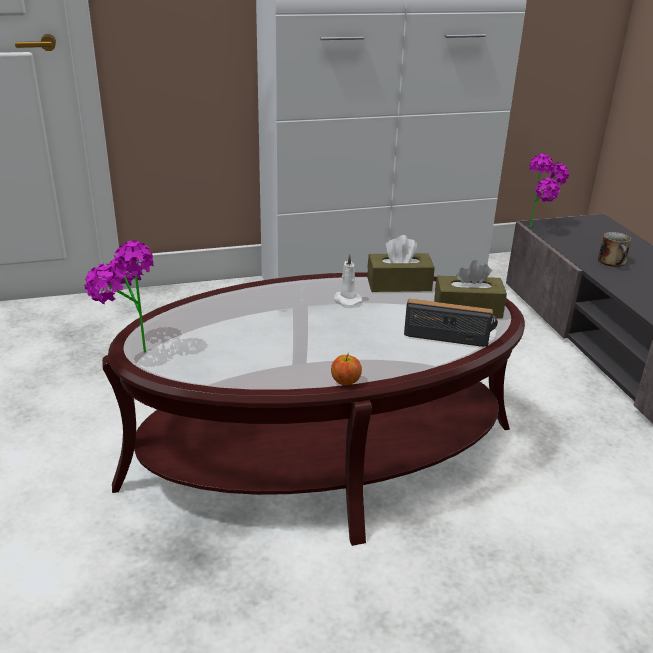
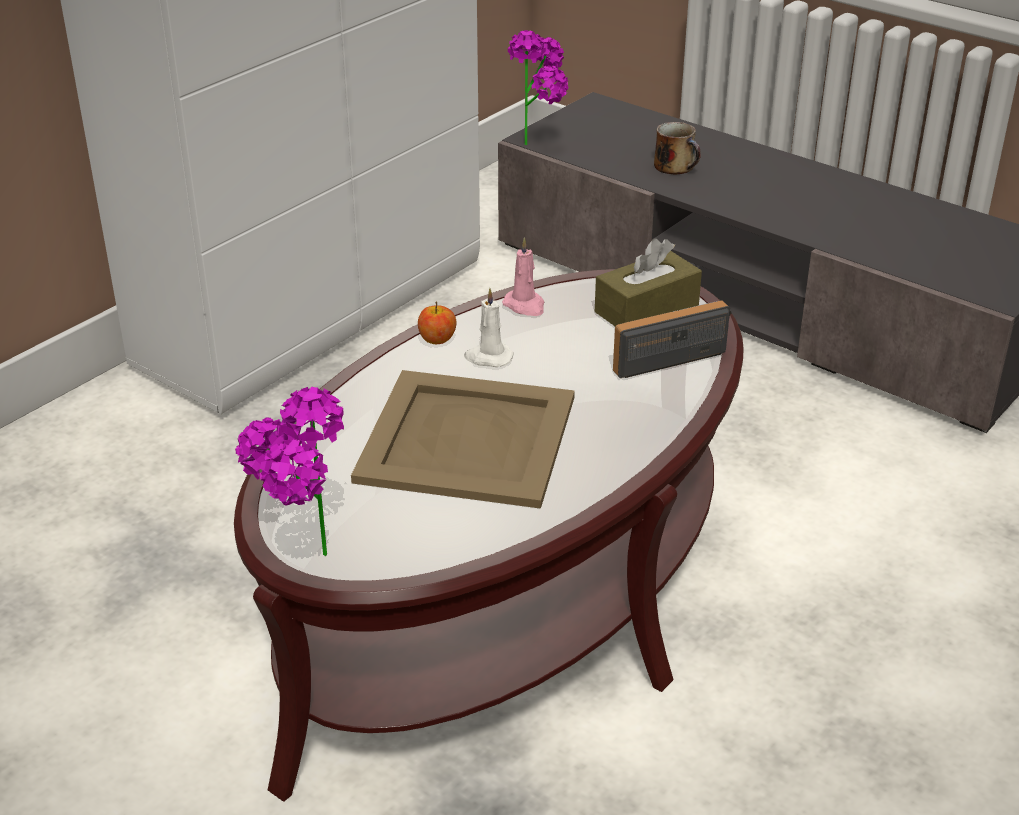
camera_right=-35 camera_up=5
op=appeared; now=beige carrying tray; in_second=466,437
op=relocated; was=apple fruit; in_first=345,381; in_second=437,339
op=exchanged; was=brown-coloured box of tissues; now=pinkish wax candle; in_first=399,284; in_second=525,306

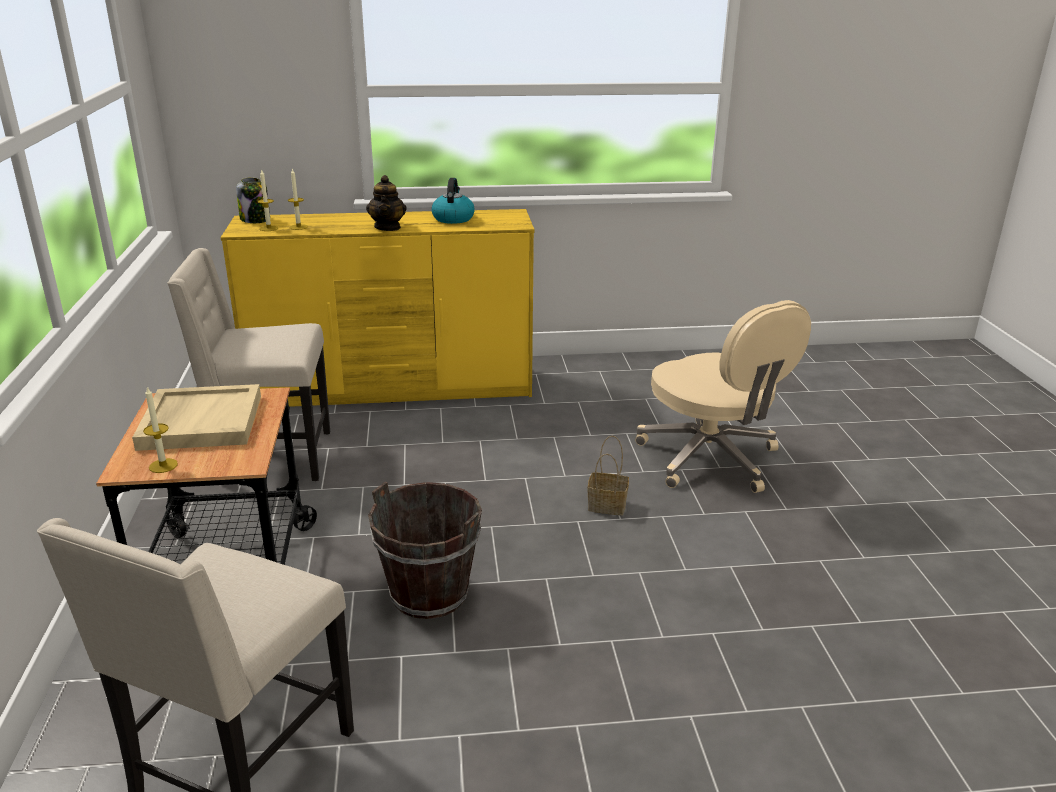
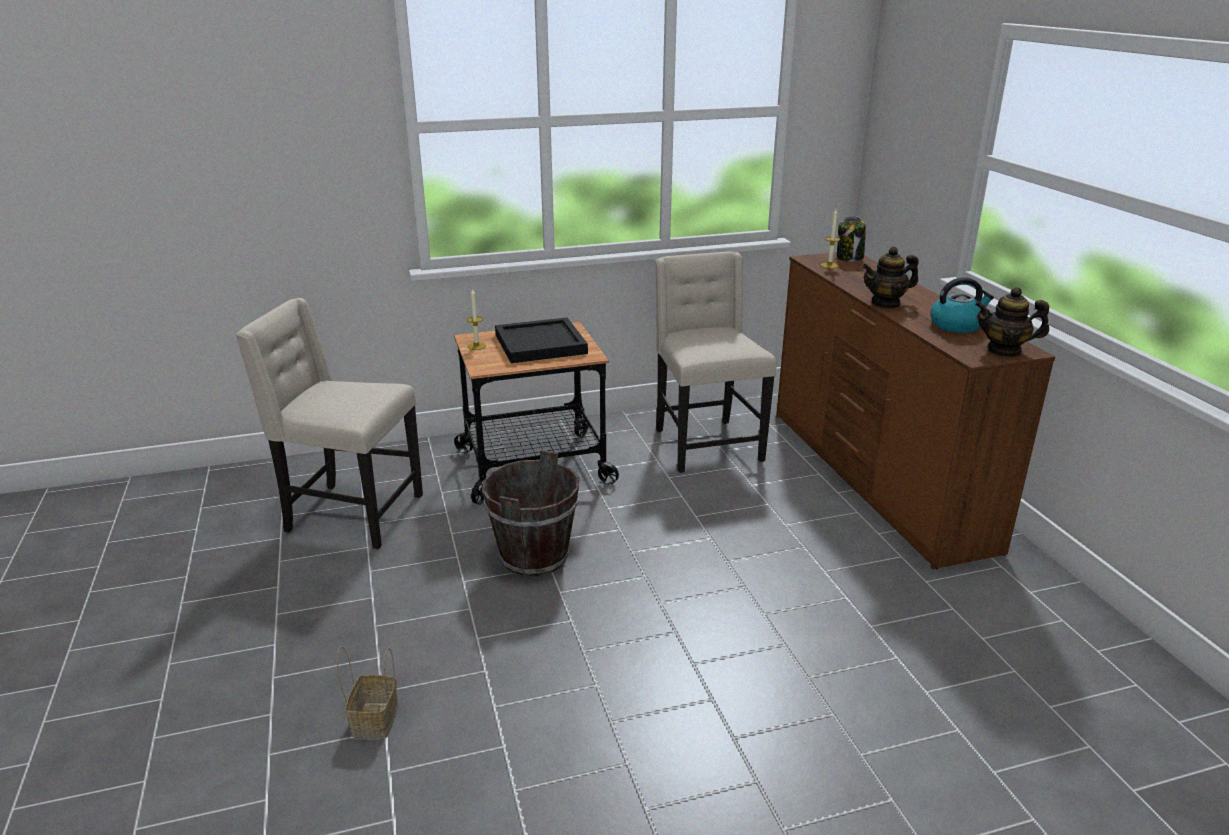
camera_right=80 camera_up=0
op=relocated; was=storage basket; in_first=605,506; in_second=374,719
op=colour; was=beige carrying tray; now=blackish carrying tray; in_first=200,421; in_second=541,344
op=colour; was=yellow drawer chest; now=brown-coloured drawer chest; in_first=393,389; in_second=875,478
op=appeared; now=pot for tea; in_second=1004,350
op=missing; was=wax candle; in_first=298,227
op=missing; was=beige desk chair; in_first=711,459

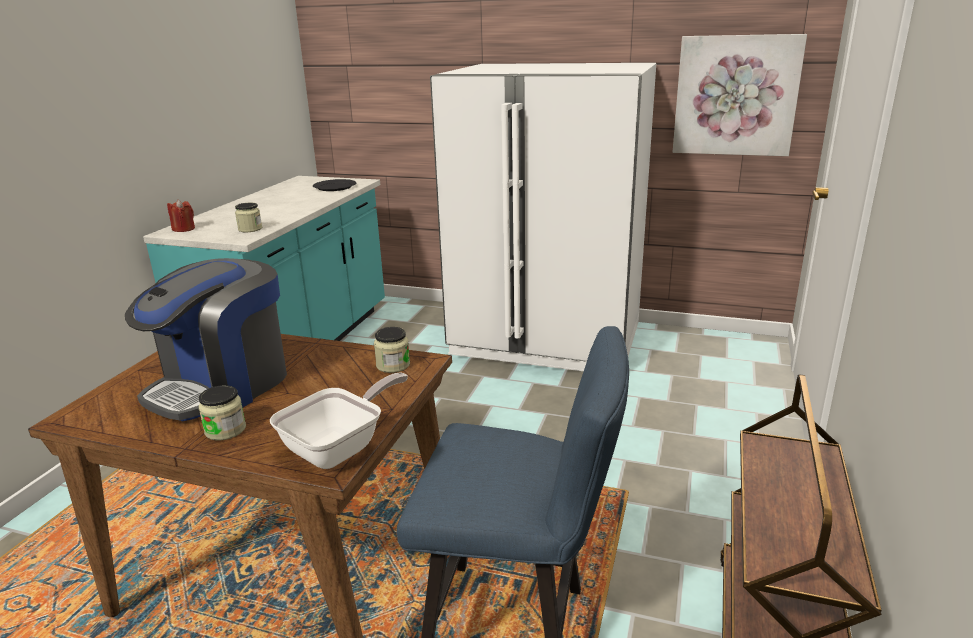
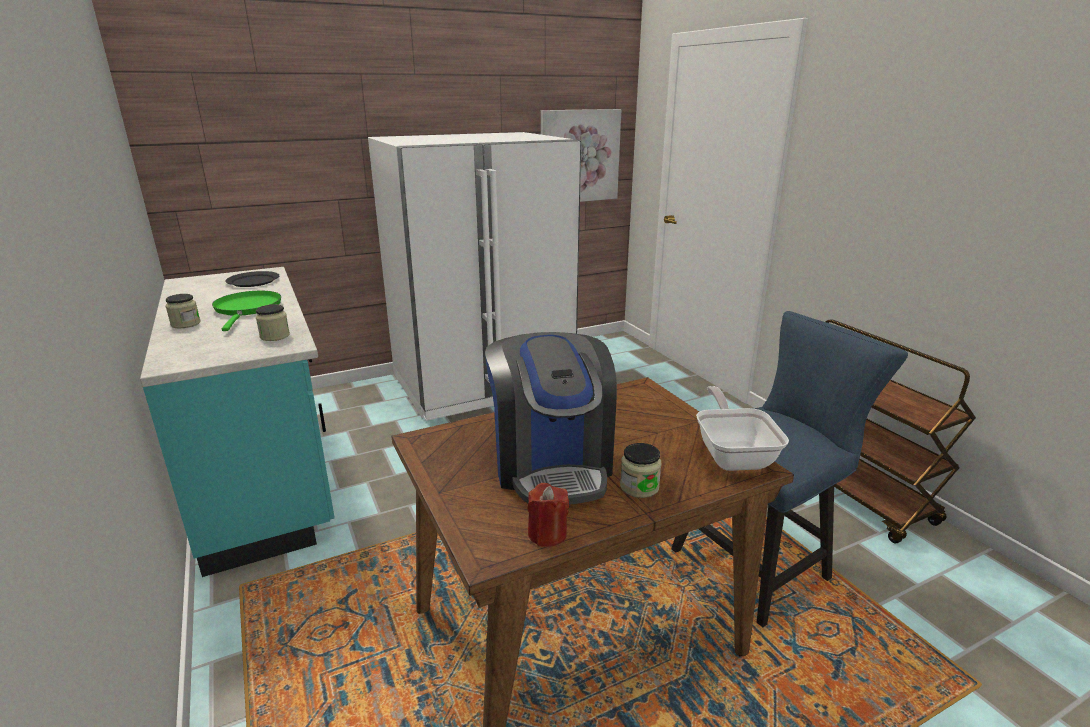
camera_right=-45 camera_up=0
op=relocated; was=storage jar; in_first=393,365; in_second=185,324
op=appeared; now=greenish frying pan; in_second=247,309
op=relocated; was=red-coloured wax candle; in_first=184,229; in_second=547,534

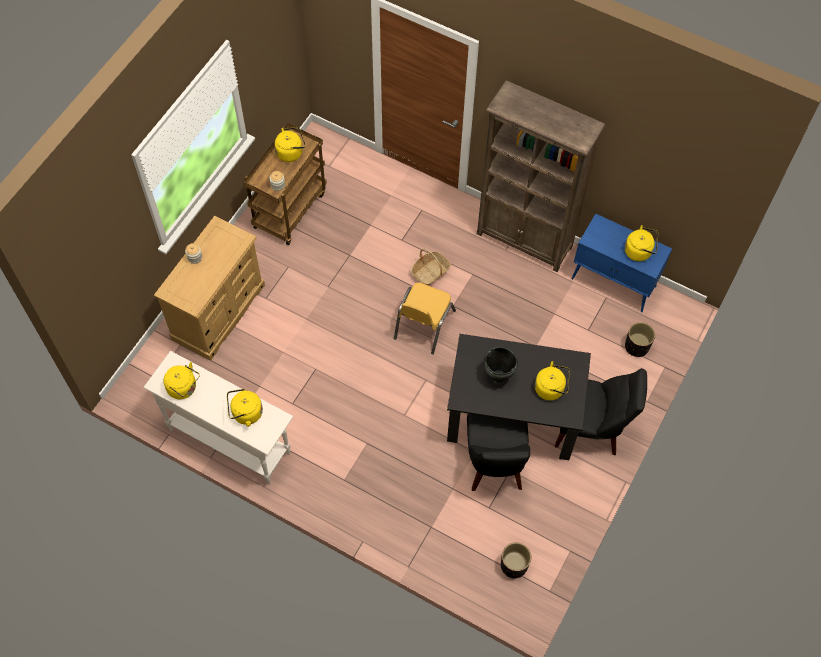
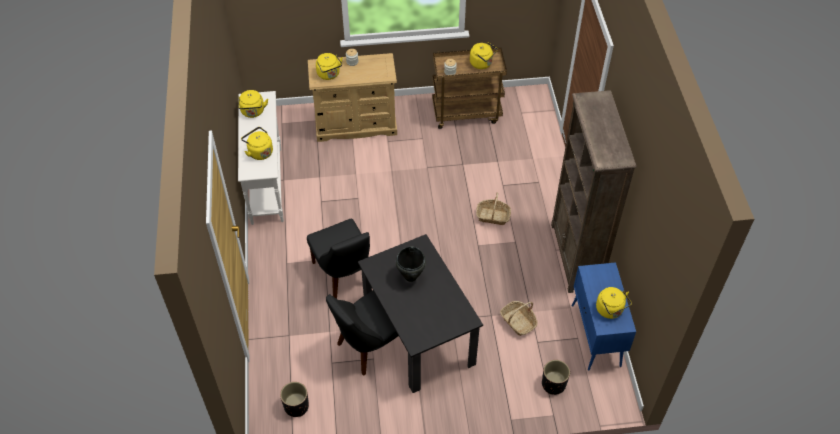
camera_right=55 camera_up=-10
op=relocated; was=blackish upright chair; in_first=591,429; in_second=344,275
op=relocated; was=yellow kettle; in_first=551,388; in_second=329,74
op=appeared; now=storage basket; in_second=518,322
op=missing; was=yellow upright chair; in_first=423,324

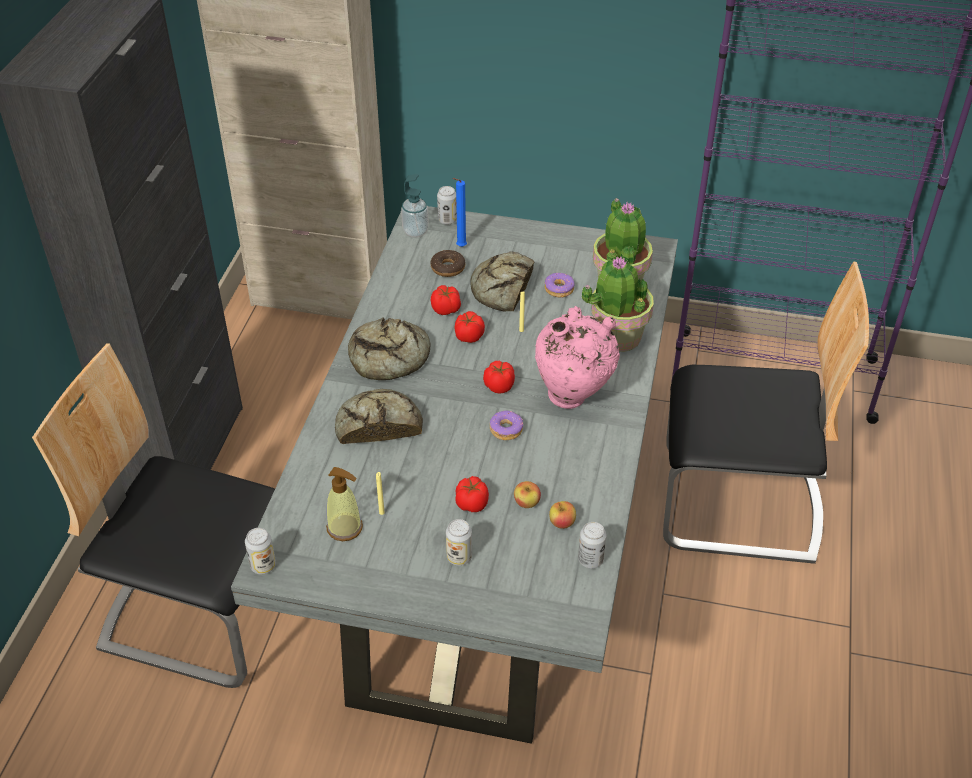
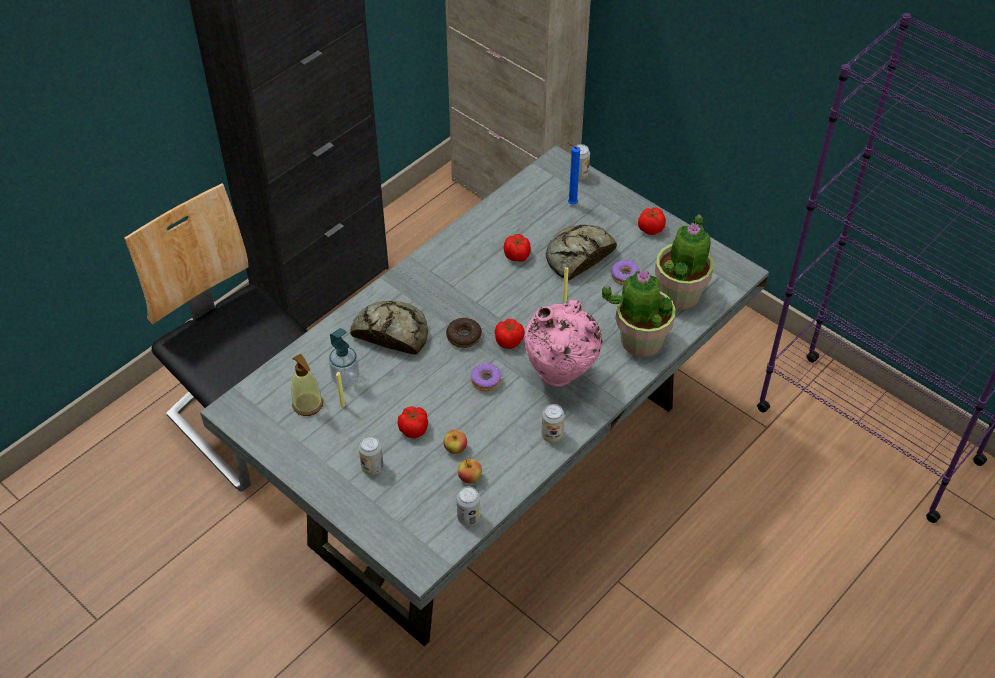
camera_right=30 camera_up=5
op=relocated; was=soap bottle; in_first=415,231; in_second=346,378
op=relocated; was=ring doughnut; in_first=448,268; in_second=464,336
op=relocated; was=metal can; in_first=263,566; in_second=552,435
op=relocated; was=whole tomato; in_first=468,337; in_second=650,229
op=missing; was=bakery bread; in_first=389,358
op=missing; was=upright chair; in_first=738,505

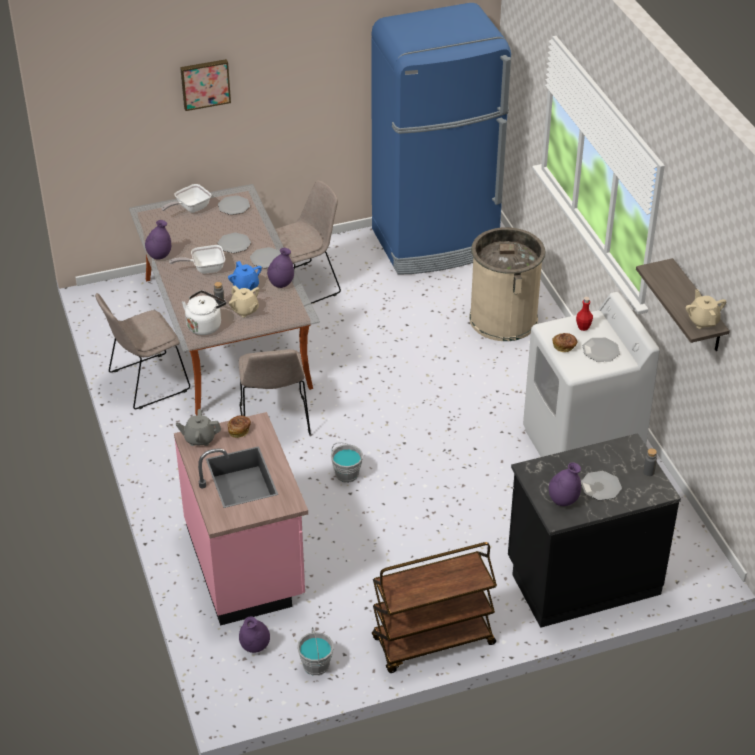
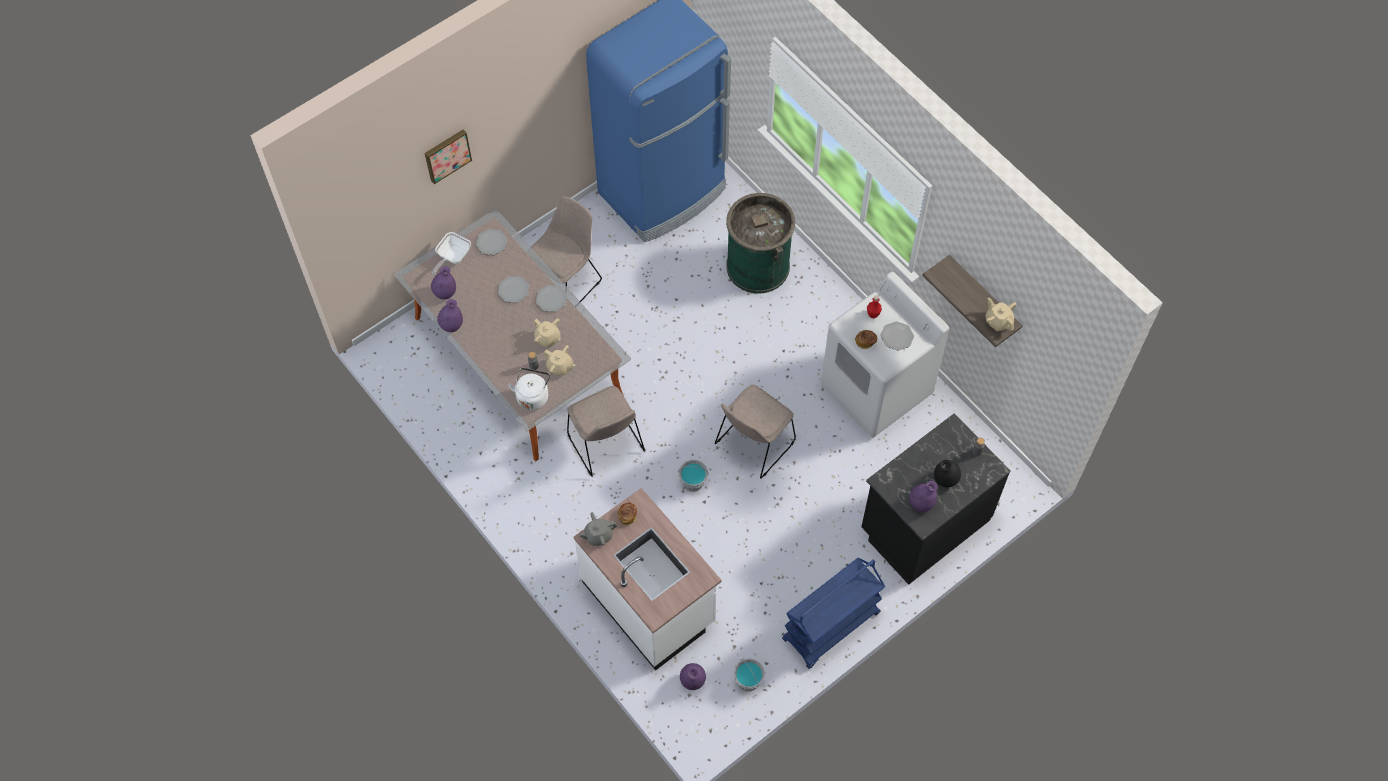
camera_right=-20 camera_up=20
op=relocated; was=purple flower vase; in_first=281,284; in_second=445,293
op=colour; was=blue-coloured pot for tea; now=beige pot for tea; in_first=245,286; in_second=548,338
op=colour; was=pinkish counter; now=white counter; in_first=246,563; in_second=649,602
op=relocated; was=beige upright chair; in_first=146,382; in_second=753,444
op=colour; was=beige rubbish bin; now=greenish rubbish bin; in_first=503,319; in_second=758,266
op=colour; was=brown-coloured wheeled cart; now=blue-coloured wheeled cart; in_first=432,642; in_second=831,627
op=exchanged; was=flat dish; now=blackish flower vase; in_first=600,486; in_second=945,479
op=missing; was=frying pan; in_first=204,268

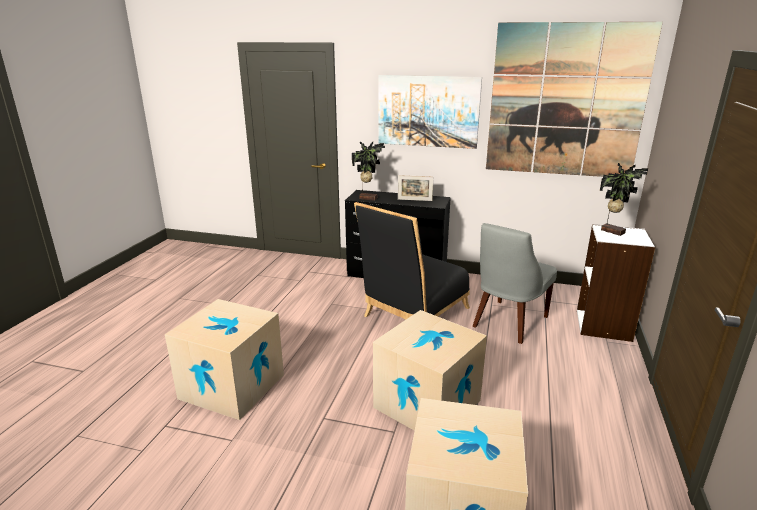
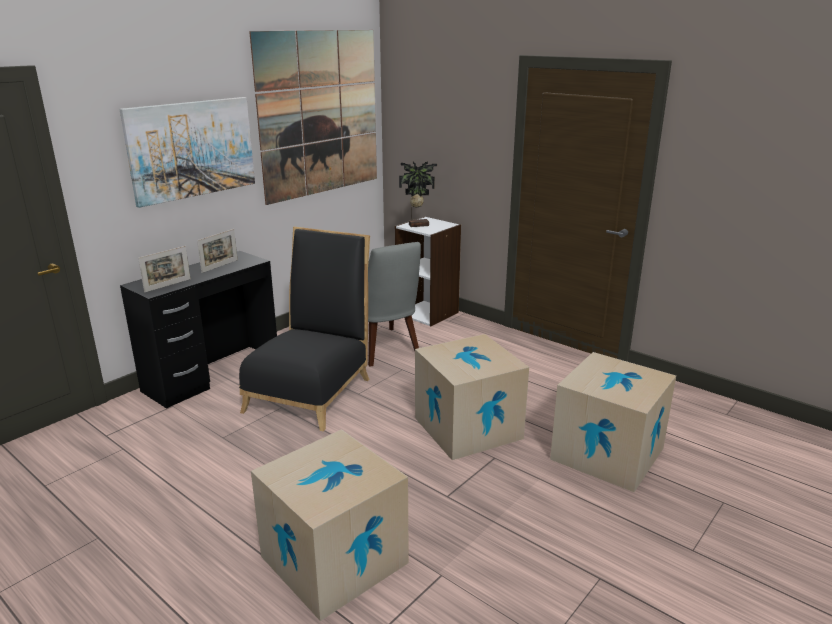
camera_right=-65 camera_up=0
op=exchanged; was=potted plant; now=photo frame; in_first=368,198; in_second=168,285
op=spun; was=blackish upright chair; in_first=412,314; in_second=312,391; clockwise=-135

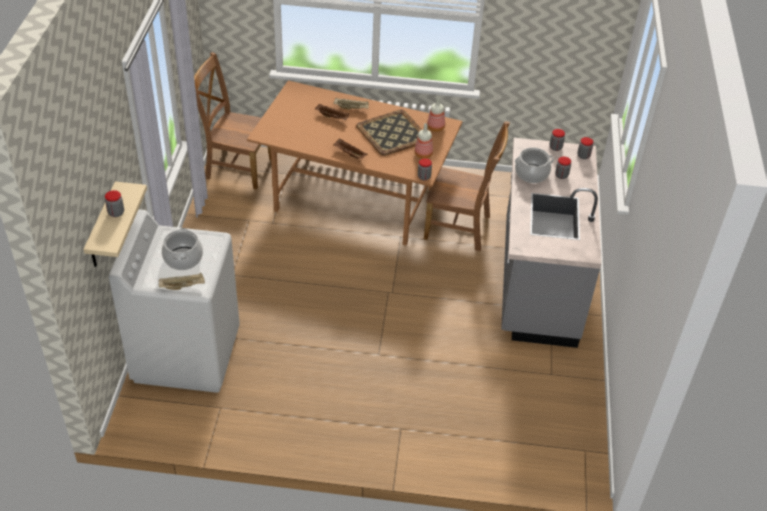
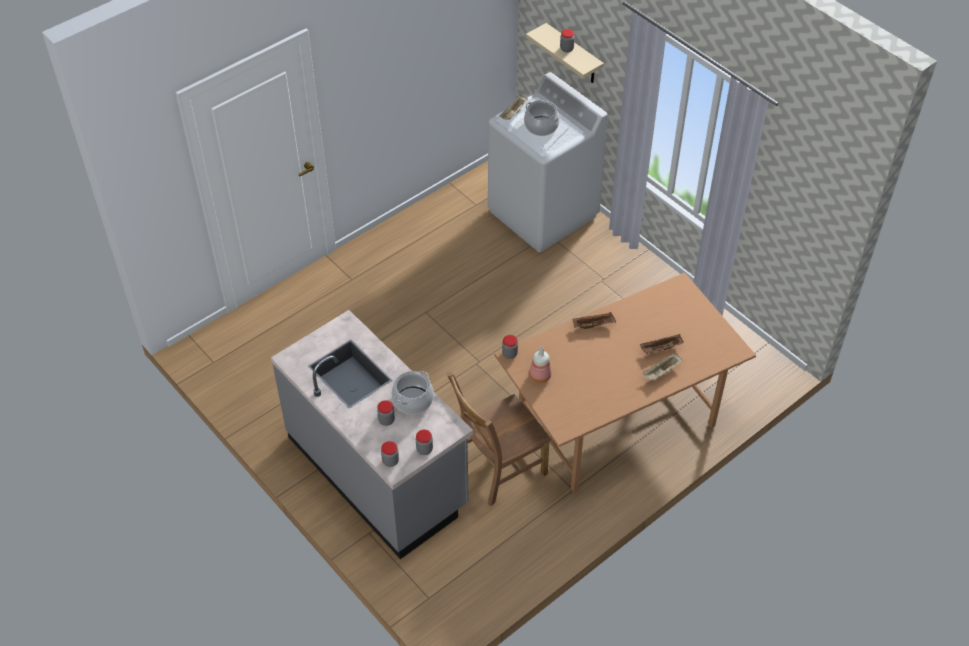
camera_right=135 camera_up=5
op=missing; was=brown-coloured upright chair; in_first=237,167
op=missing; was=carrying tray; in_first=391,133
op=missing; was=drink bottle; in_first=436,127

